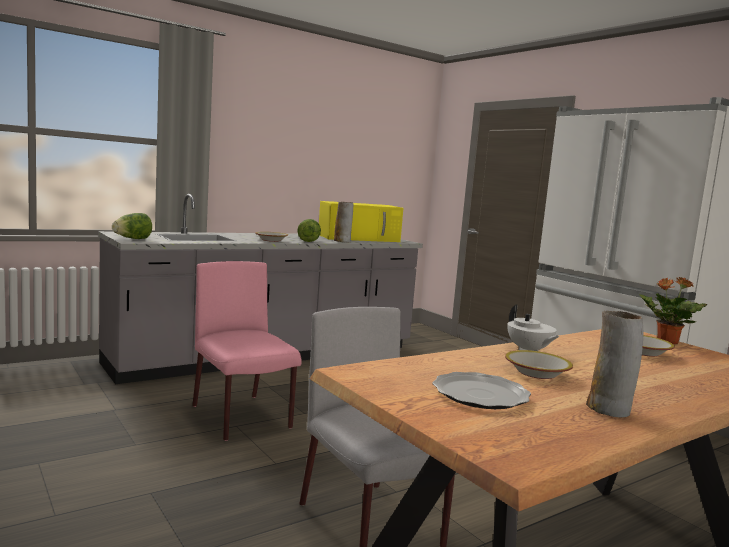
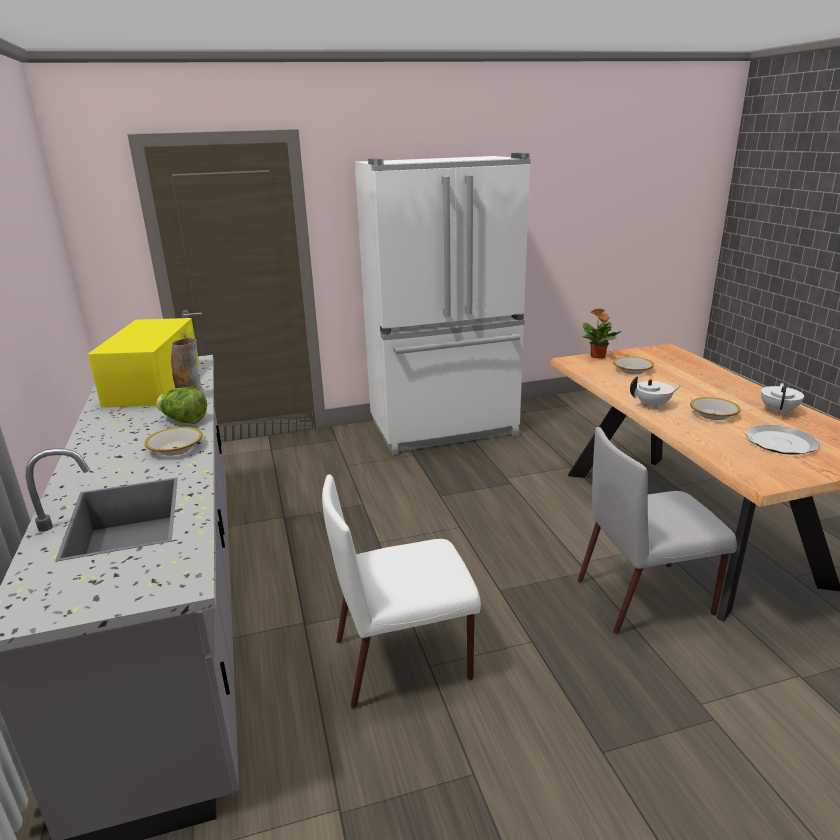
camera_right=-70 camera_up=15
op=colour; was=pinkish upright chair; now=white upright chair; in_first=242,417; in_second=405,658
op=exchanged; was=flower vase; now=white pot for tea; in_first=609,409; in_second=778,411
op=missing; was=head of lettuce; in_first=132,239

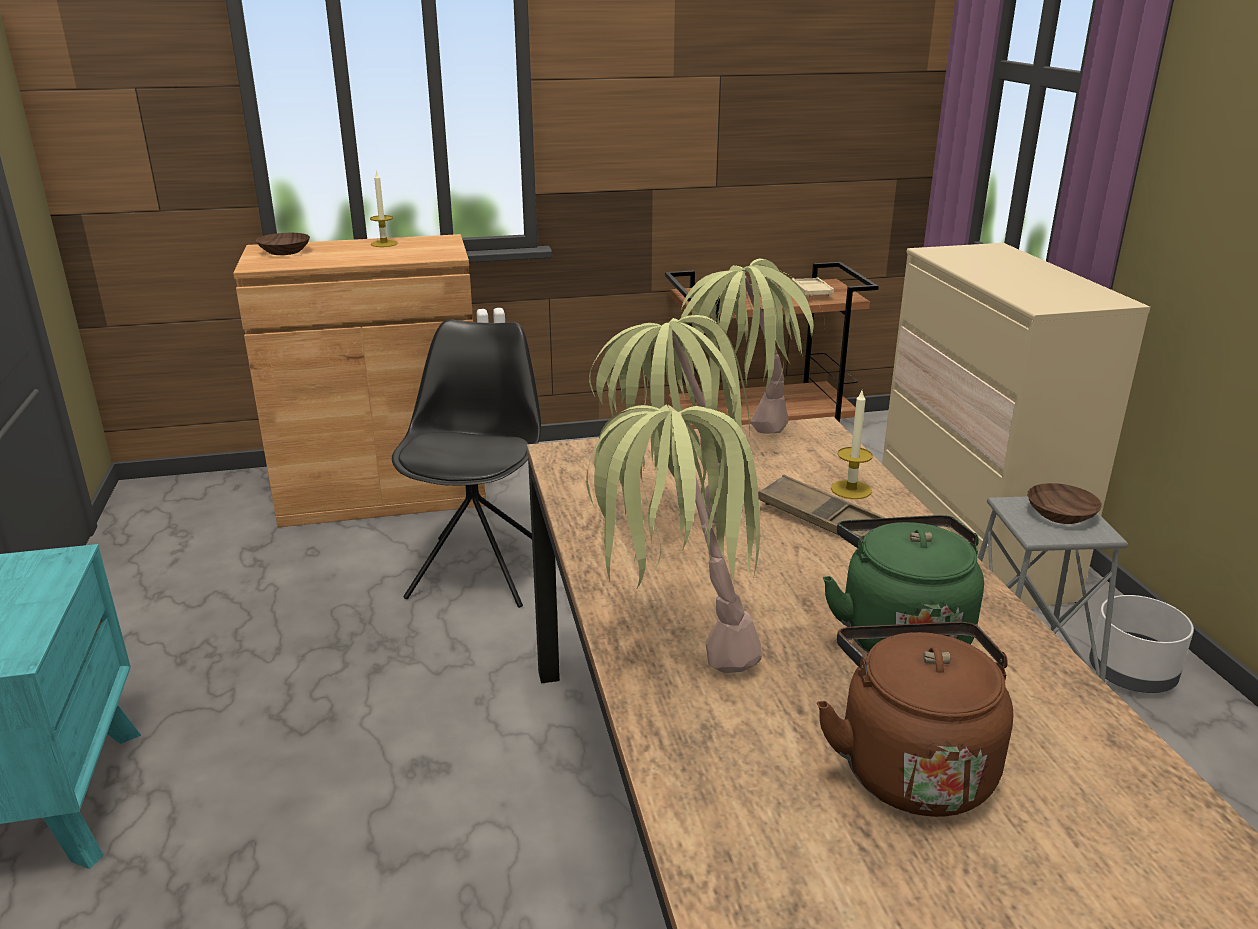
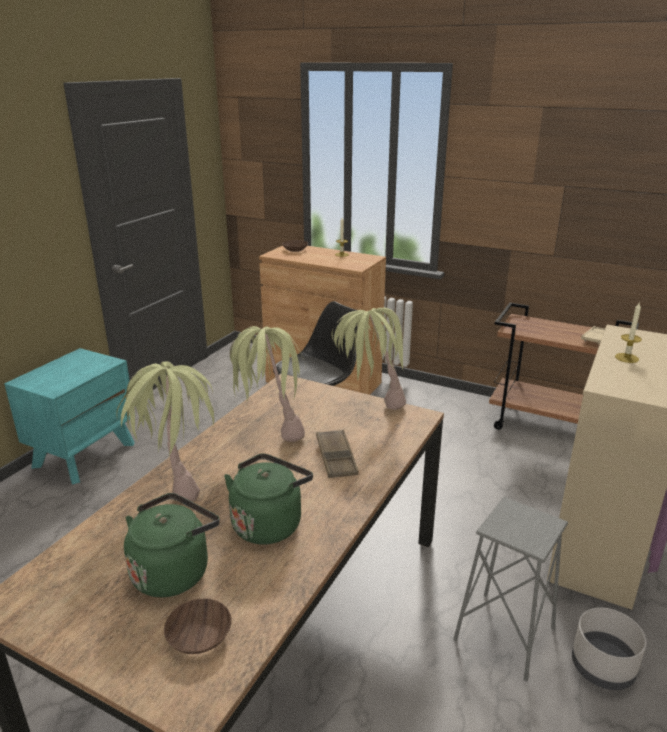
camera_right=40 camera_up=0
op=colour; was=brown-coloured kettle; now=greenish kettle; in_first=911,765; in_second=174,571
op=relocated; was=brown-coloured serving bowl; in_first=1062,515; in_second=199,637
op=relocated; was=wax candle; in_first=851,489; in_second=626,358

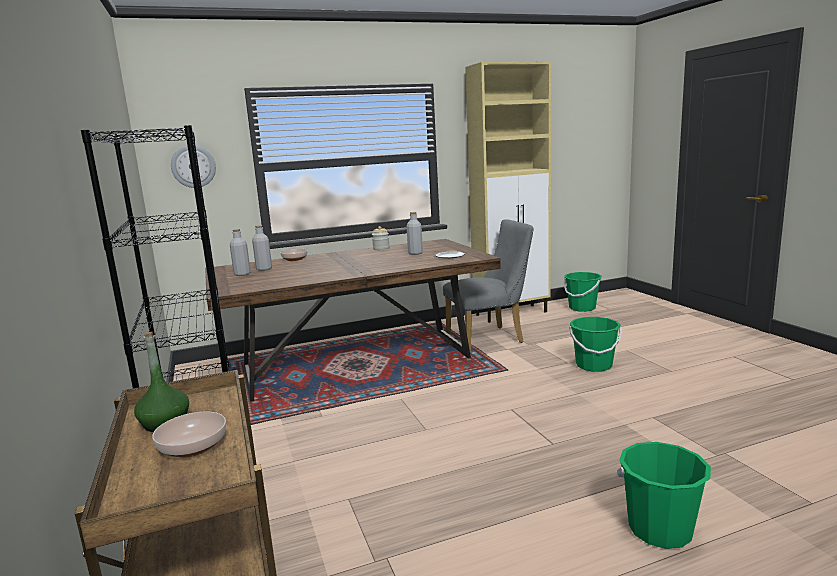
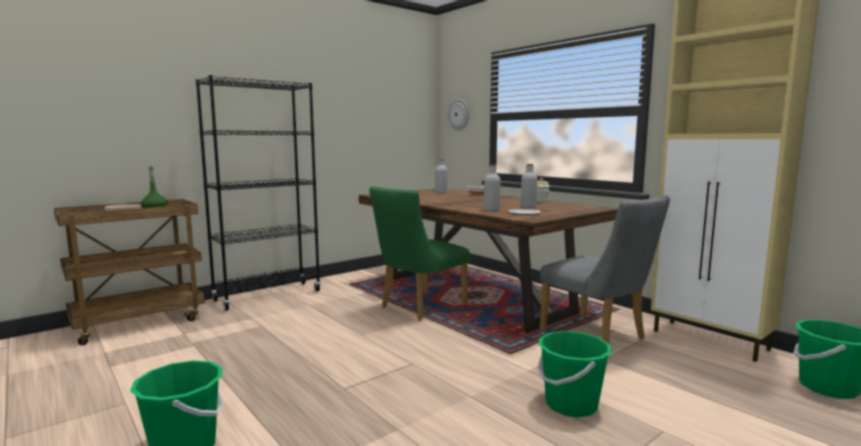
camera_right=70 camera_up=-5
op=appeared; now=greenish upright chair; in_second=418,307
op=relocated; was=greyish drink bottle; in_first=242,274; in_second=491,210

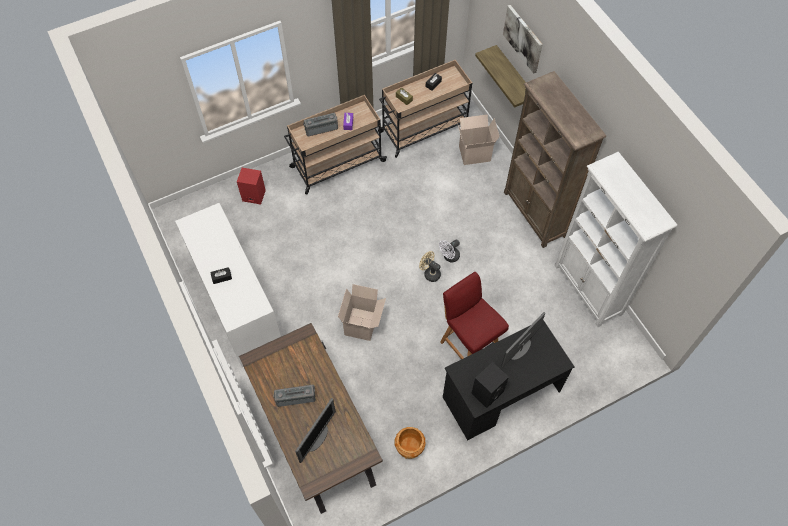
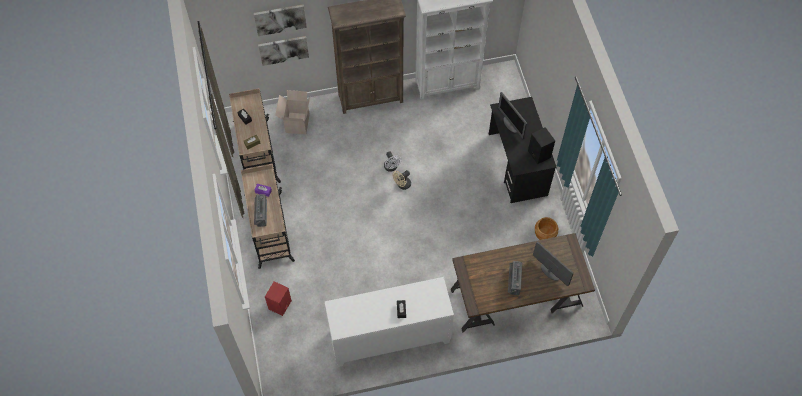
camera_right=-75 camera_up=0
op=exchanged; was=bracket shelf; now=picture; in_first=514,77; in_second=283,50
op=missing; was=cardboard box; in_first=362,325
op=missing; was=red-coloured upright chair; in_first=468,344

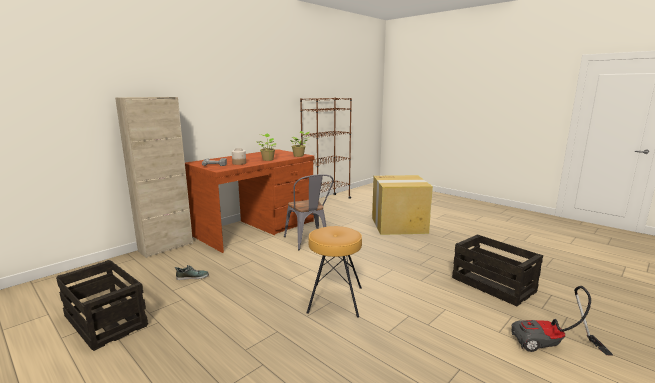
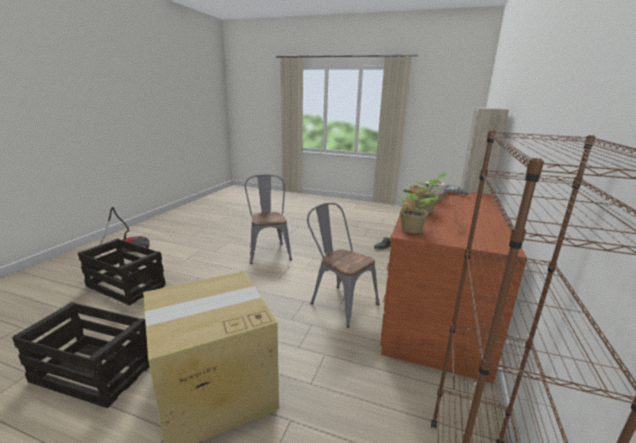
camera_right=155 camera_up=5
op=relocated; was=shipping crate; in_first=106,321; in_second=92,372
op=exchanged; was=brown-coloured stool; now=greyish upright chair; in_first=335,299; in_second=268,251

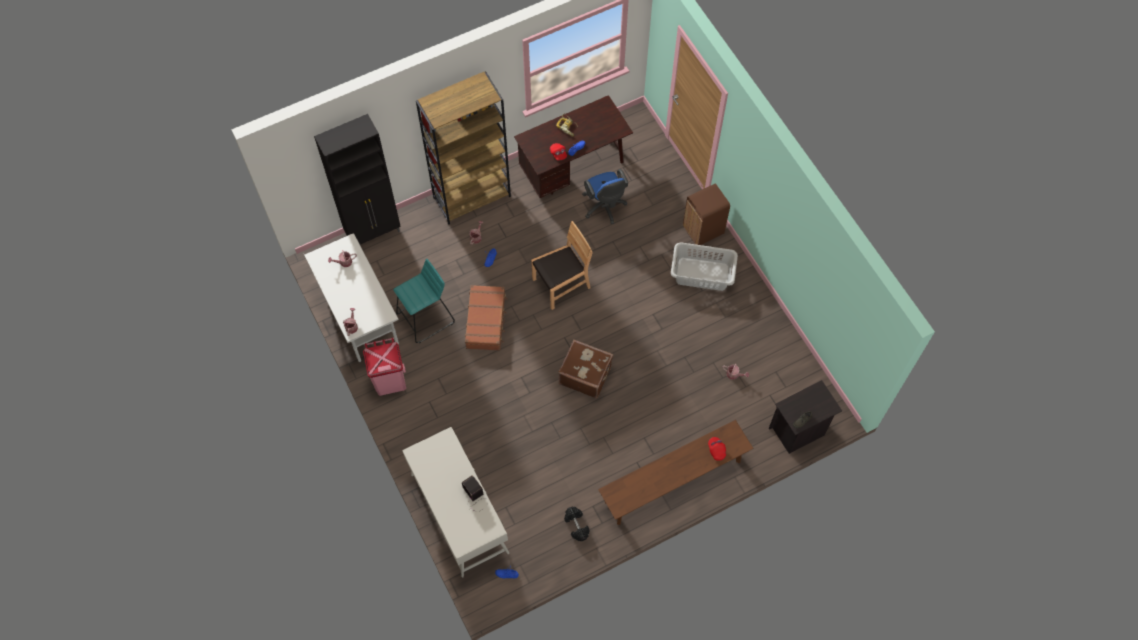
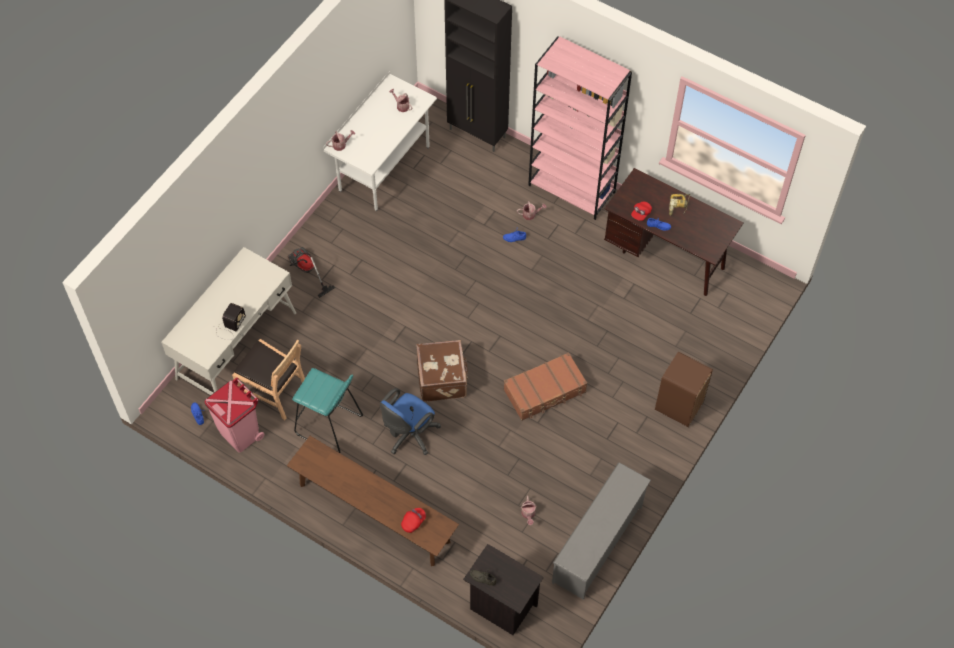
camera_right=60 camera_up=-5
op=relocated; was=pinkish rubbish bin; in_first=390,381; in_second=240,433
op=relocated; was=brown-coloured upright chair; in_first=561,284; in_second=274,392
op=appeared; now=hoover; in_second=306,271
op=relocated; was=blue-green stool; in_first=426,318; in_second=329,426
op=relocated; was=blue-coloured desk chair; in_first=604,207; in_second=409,435
op=relocated; was=brown-coloured travel case; in_first=486,321; in_second=545,391
op=colour; was=brown-coloured bookcase; now=pinkish bookcase; in_first=472,196; in_second=572,189
op=appeared; now=greyish shoe stand; in_second=598,545
op=missing; was=blackish hand weight; in_first=576,525
op=missing; was=greyish hamper; in_first=702,274

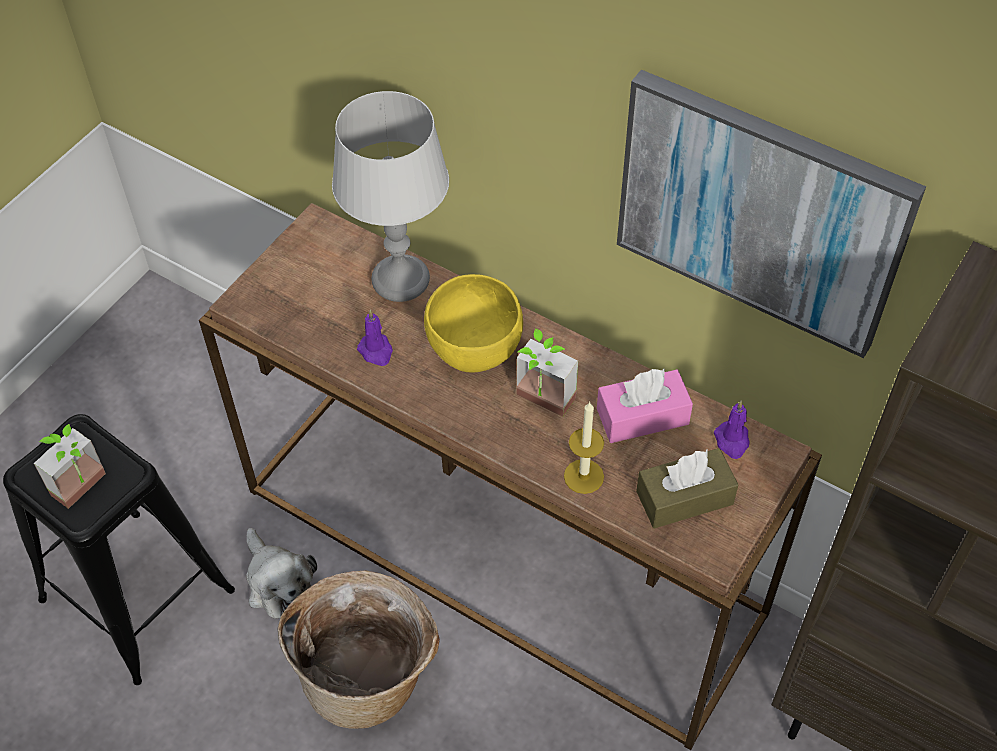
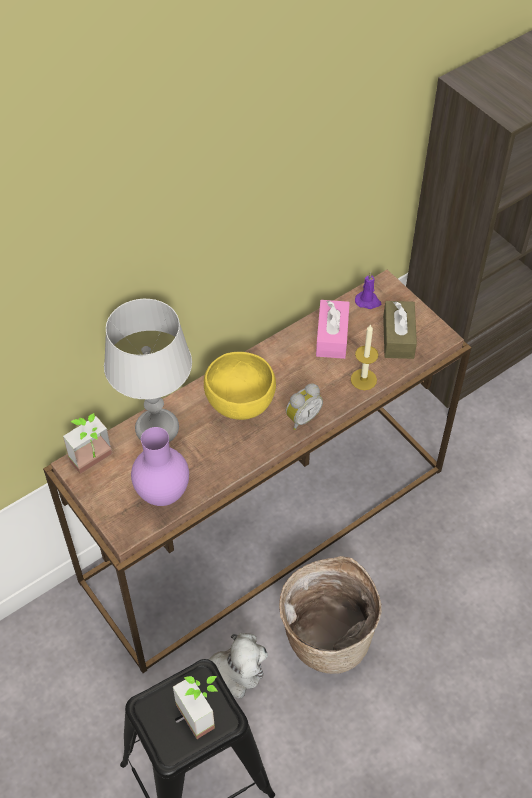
camera_right=-70 camera_up=0
op=relocated; was=potted plant; in_first=540,404; in_second=95,463
op=appeared; now=purple flower vase; in_second=163,495
op=appeared; now=alarm clock; in_second=302,418
op=missing; was=purple wax candle; in_first=376,351
op=missing; was=picture; in_first=760,212

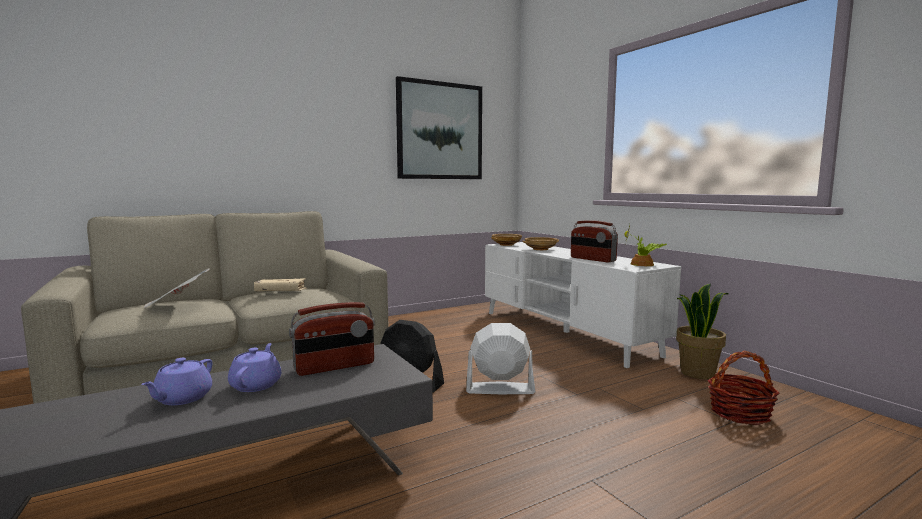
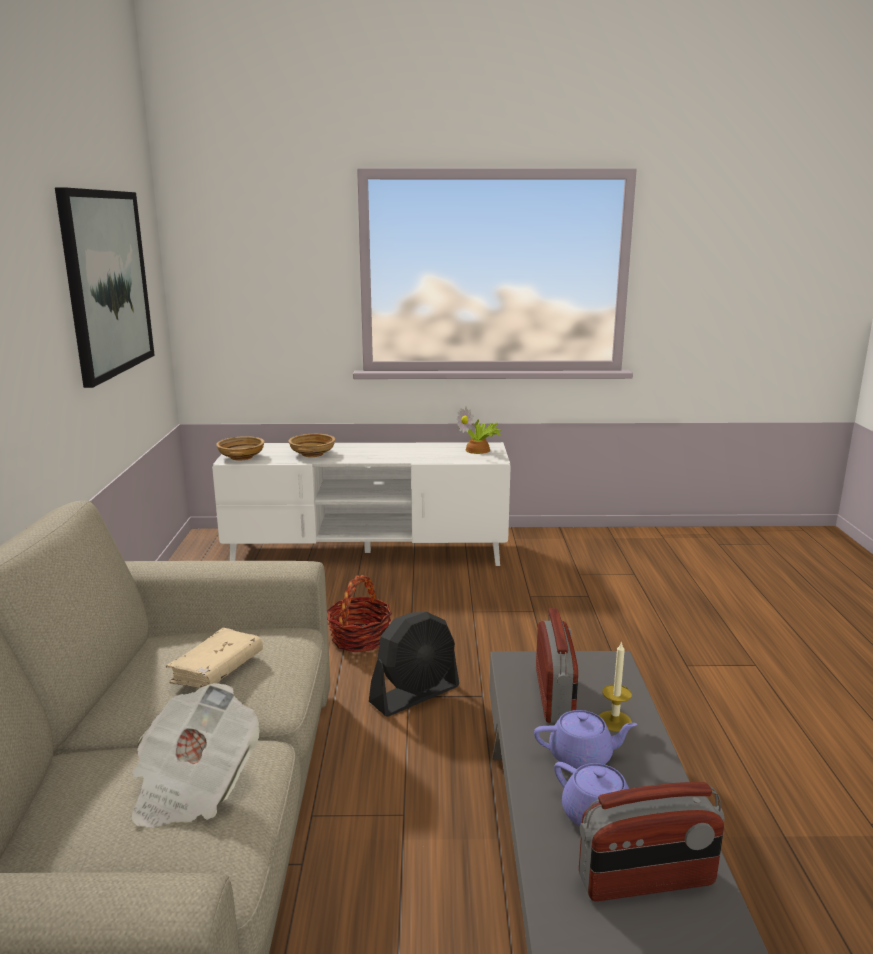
camera_right=-60 camera_up=10
op=relocated; was=storage basket; in_first=740,413; in_second=359,638
op=spun; was=purple pot for tea; in_first=256,385; in_second=582,756; clockwise=150
op=relocated; was=radio receiver; in_first=592,259; in_second=646,881
op=appeared; now=wax candle; in_second=614,721
op=missing; was=white electric fan; in_first=499,389
op=missing; was=potted plant; in_first=697,373

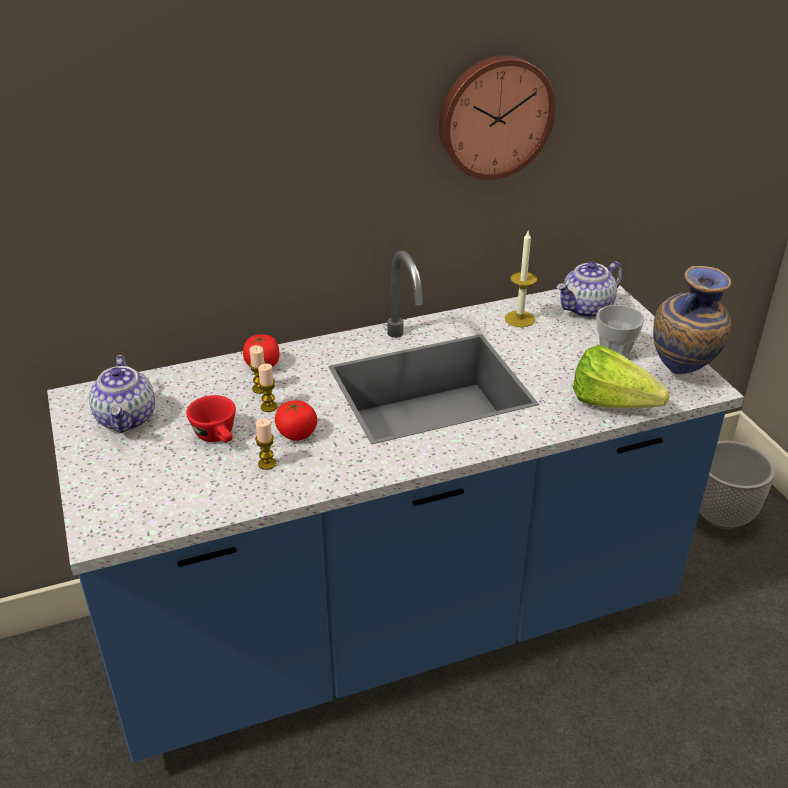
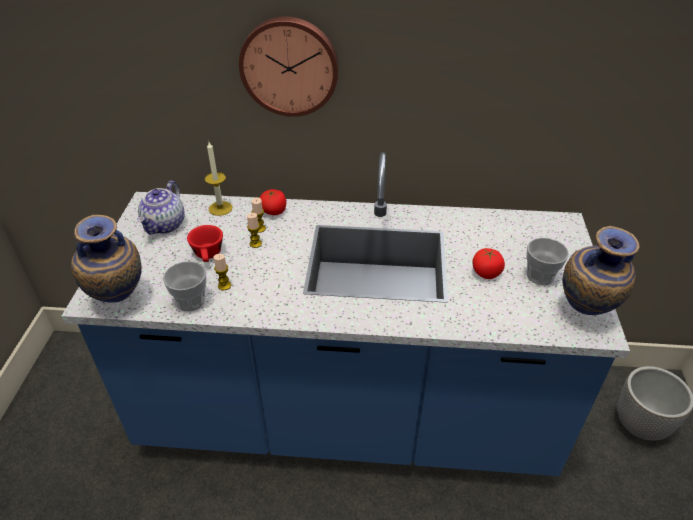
camera_right=25 camera_up=5
op=appeared; now=flower vase; in_second=119,302
op=appeared; now=cup; in_second=191,301
op=relocated; was=wax candle; in_first=519,319; in_second=220,208
op=relocated; was=clock on the wall; in_first=494,116; in_second=290,66
op=relocated; was=whole tomato; in_first=297,433; in_second=486,273
op=missing; was=pot for tea; in_first=586,309
op=missing; was=head of lettuce; in_first=618,407

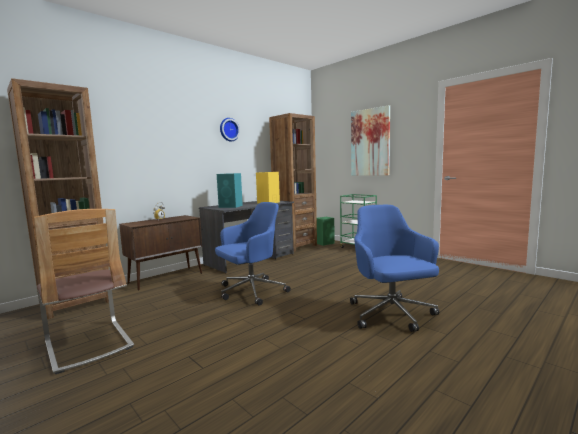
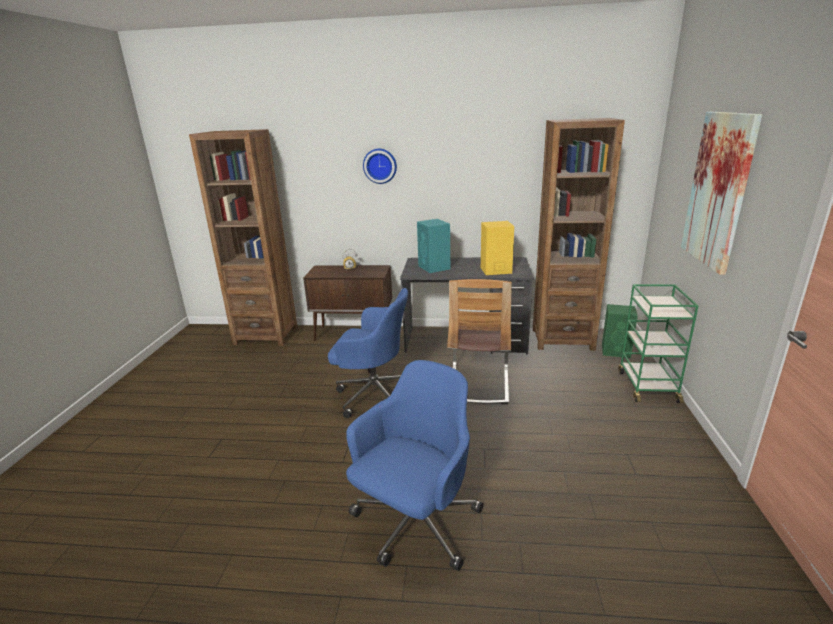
camera_right=50 camera_up=15
op=relocated; was=clock on the wall; in_first=228,129; in_second=380,166
op=relocated; was=upright chair; in_first=88,344; in_second=479,384

